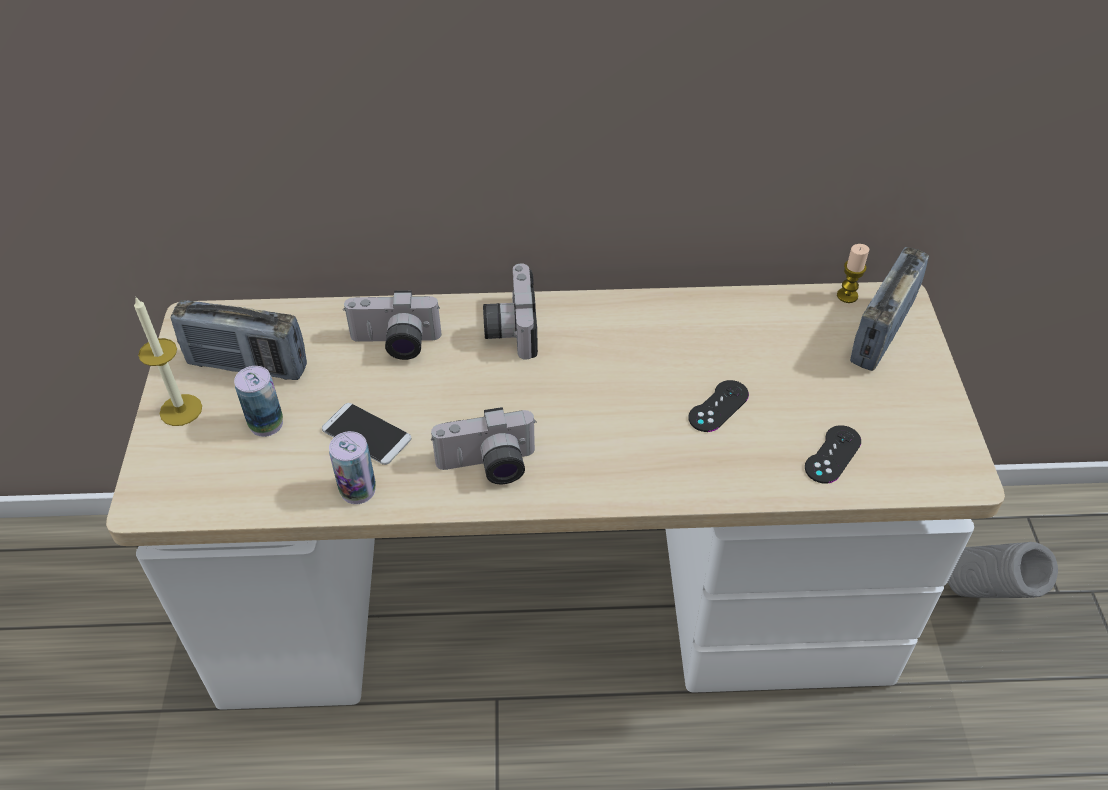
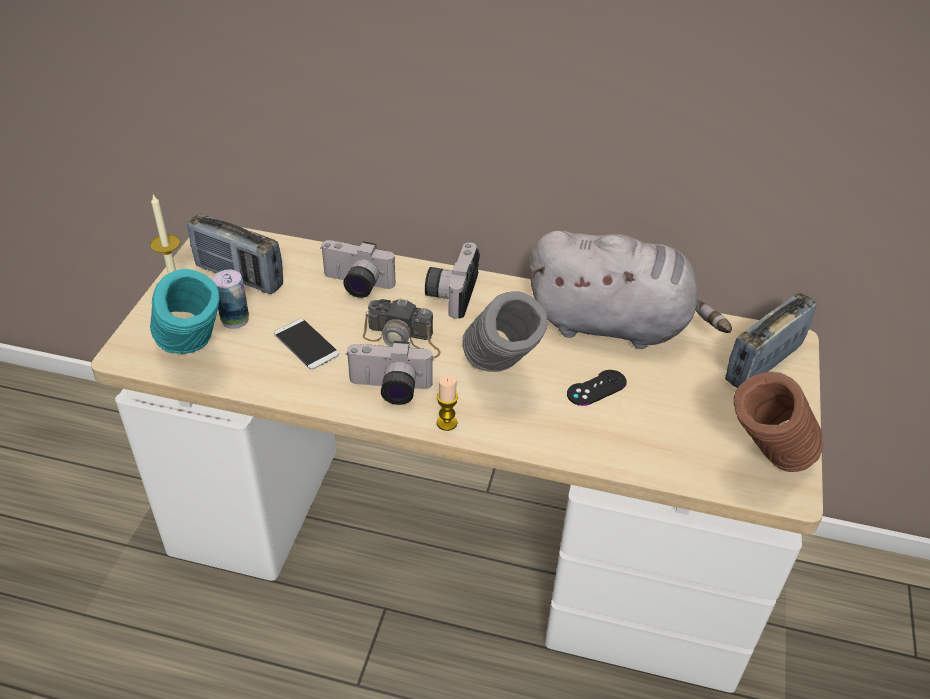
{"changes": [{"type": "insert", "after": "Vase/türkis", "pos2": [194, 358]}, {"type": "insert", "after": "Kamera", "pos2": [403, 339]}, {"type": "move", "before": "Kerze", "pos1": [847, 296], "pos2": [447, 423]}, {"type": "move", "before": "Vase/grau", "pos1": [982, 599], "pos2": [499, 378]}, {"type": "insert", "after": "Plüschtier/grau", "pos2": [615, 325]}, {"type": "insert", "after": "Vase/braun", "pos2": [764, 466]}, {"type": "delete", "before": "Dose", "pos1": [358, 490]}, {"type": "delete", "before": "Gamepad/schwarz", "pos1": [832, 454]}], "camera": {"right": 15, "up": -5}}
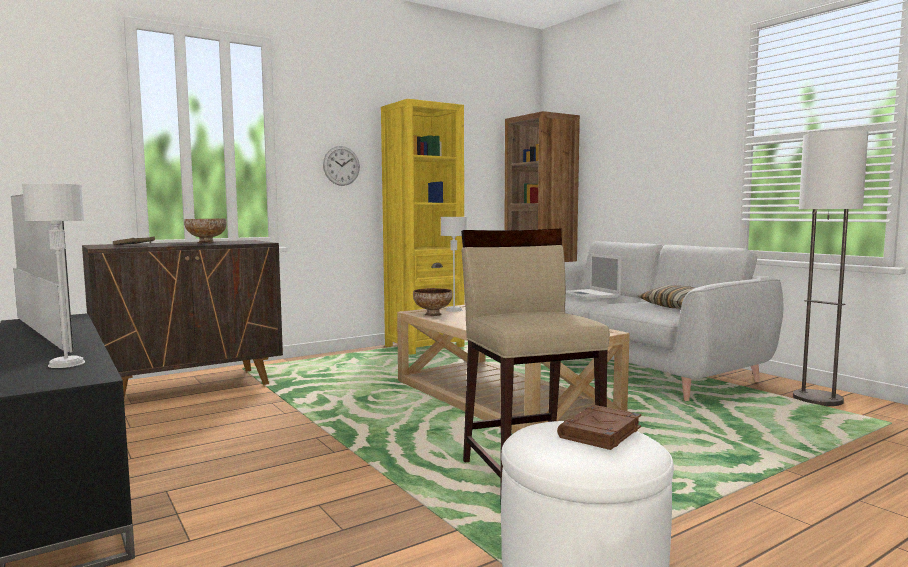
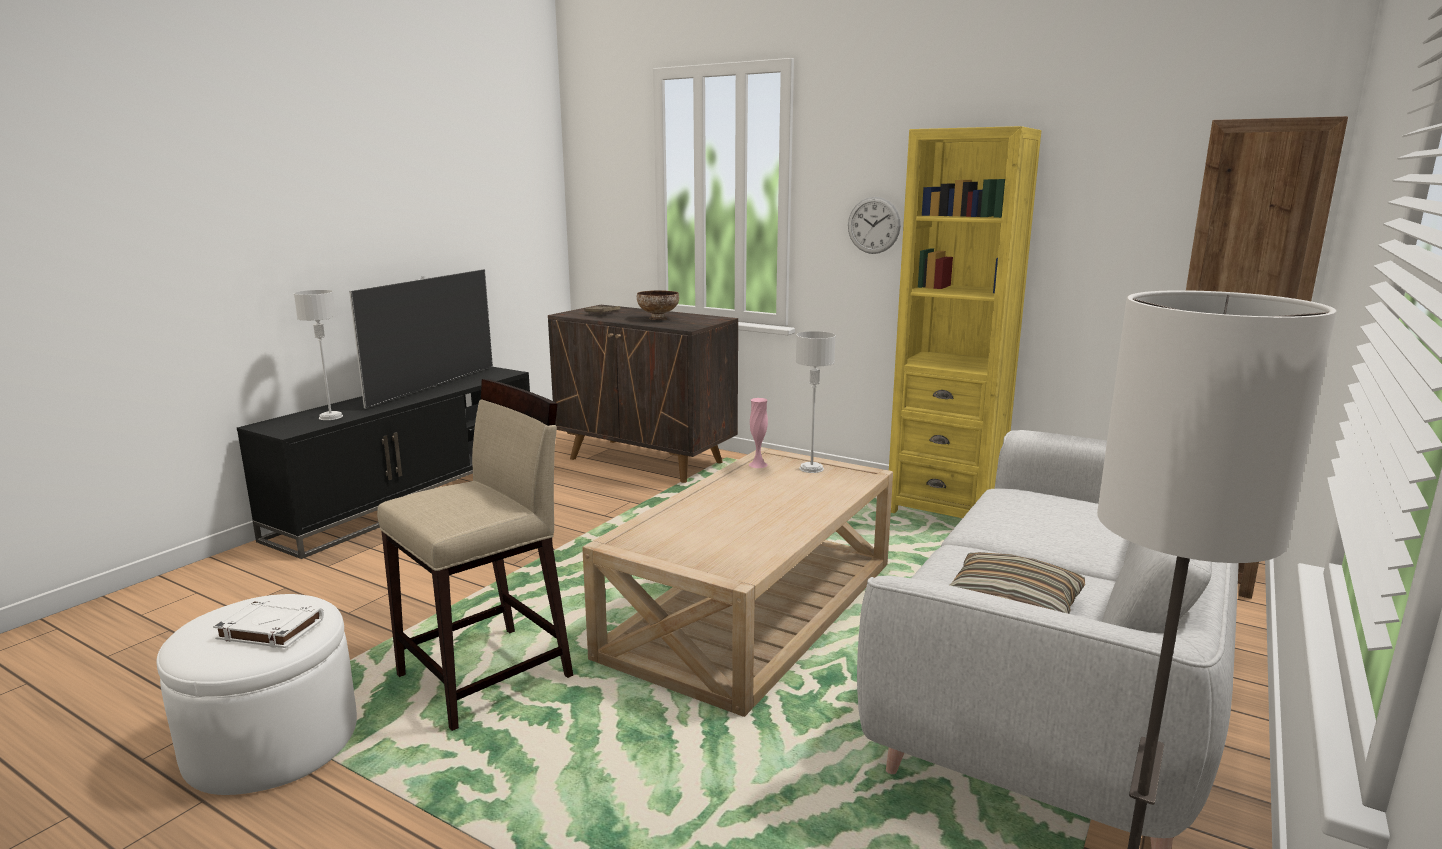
{"changes": [{"type": "recolor", "before": "Buch/braun", "after": "Buch/weiß", "pos1": [600, 433], "pos2": [269, 629]}, {"type": "replace", "before": "Schüssel", "after": "Vase/rosa", "pos1": [432, 314], "pos2": [758, 465]}, {"type": "delete", "before": "Laptop", "pos1": [590, 295]}], "camera": {"right": 65, "up": 10}}
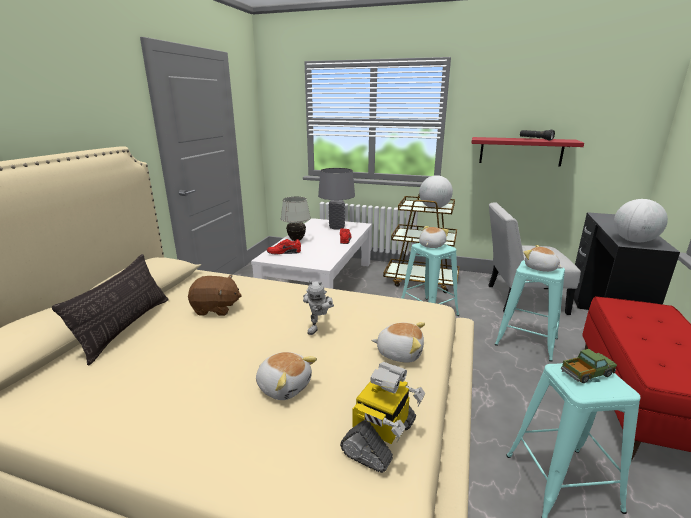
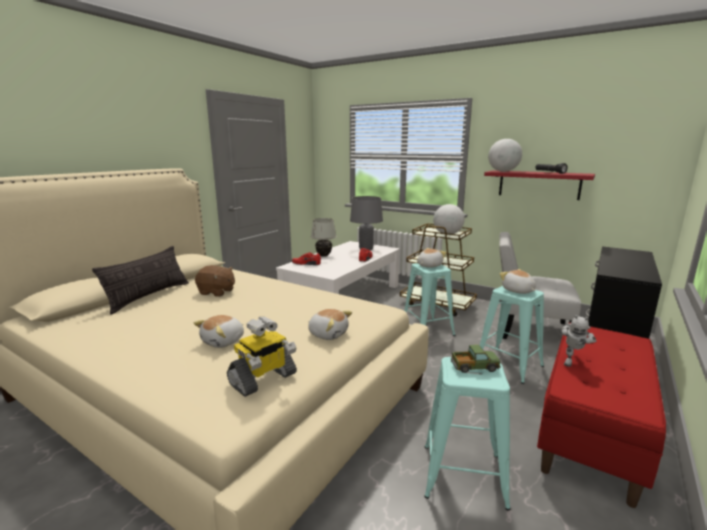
{"changes": [{"type": "rotate", "before": "Plüschtier", "pos1": [284, 386], "pos2": [224, 341], "turn": 75}, {"type": "move", "before": "Globus", "pos1": [634, 241], "pos2": [503, 171]}, {"type": "move", "before": "Spielzeugroboter", "pos1": [319, 327], "pos2": [572, 361]}], "camera": {"right": 15, "up": -5}}
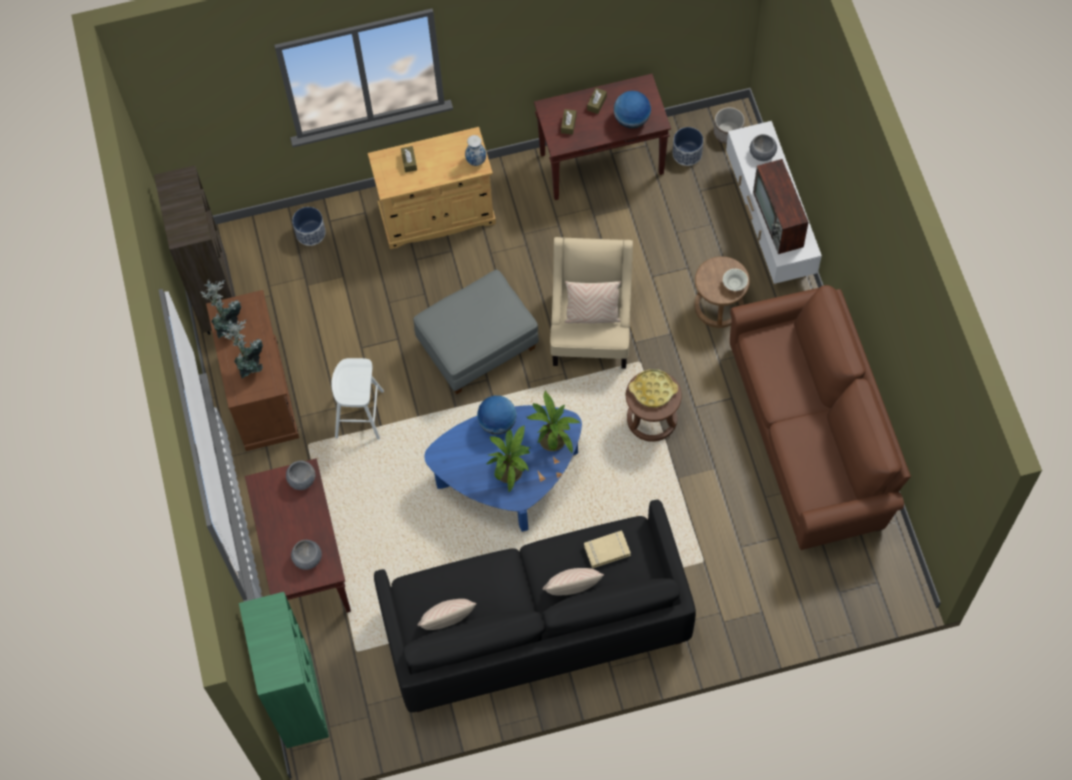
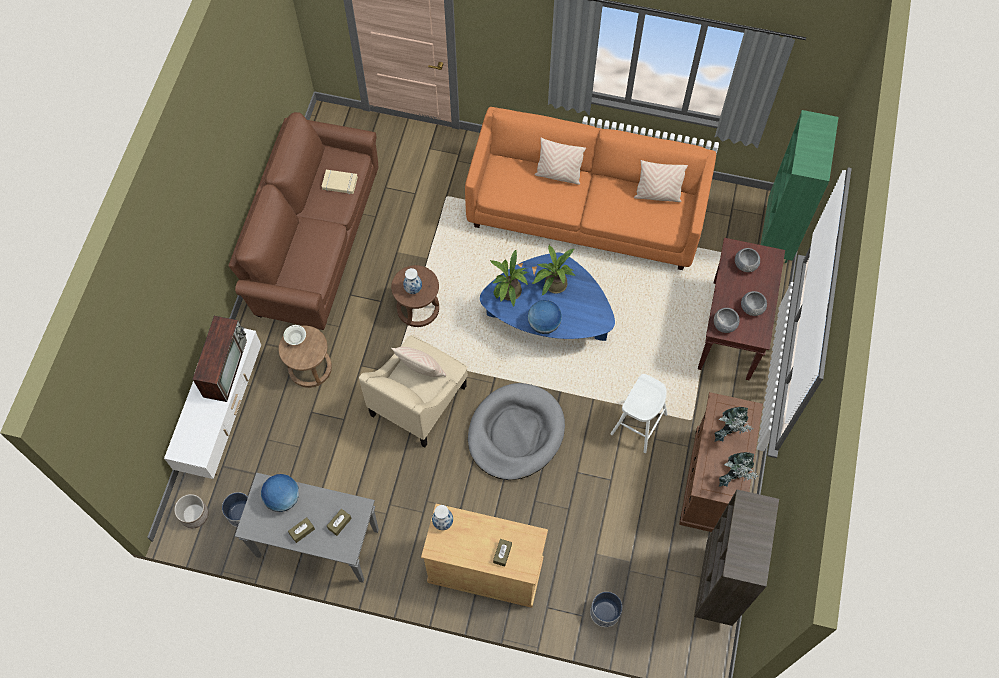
{"changes": [{"type": "recolor", "before": "Konsolentisch/braun", "after": "Konsolentisch/grau", "pos1": [602, 163], "pos2": [316, 543]}, {"type": "move", "before": "Buch/beige", "pos1": [607, 550], "pos2": [340, 183]}, {"type": "replace", "before": "Tablett/gelb", "after": "Vase", "pos1": [653, 390], "pos2": [413, 288]}, {"type": "recolor", "before": "Sofa/schwarz", "after": "Sofa/orange", "pos1": [535, 625], "pos2": [586, 211]}, {"type": "replace", "before": "Polsterhocker/grau", "after": "Hundebett/grau", "pos1": [477, 345], "pos2": [515, 433]}, {"type": "move", "before": "Schüssel/grau", "pos1": [762, 153], "pos2": [751, 308]}], "camera": {"right": -155, "up": 0}}
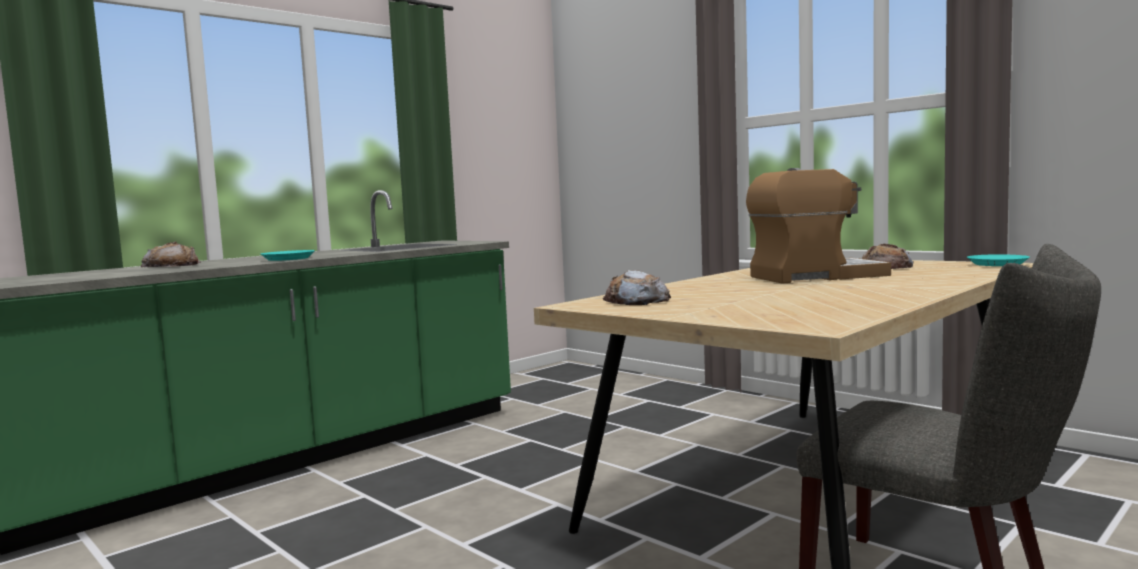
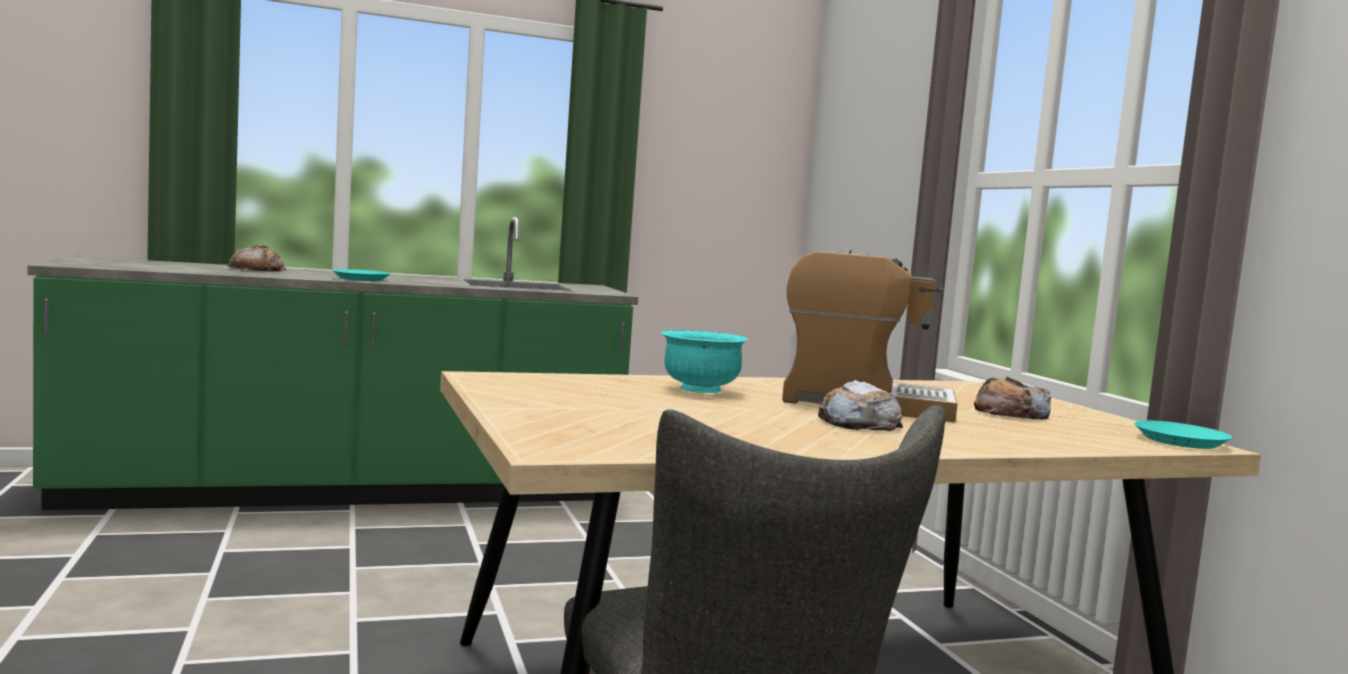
{"changes": [{"type": "insert", "after": "Schüssel/türkis", "pos2": [700, 389]}, {"type": "move", "before": "Brot", "pos1": [636, 301], "pos2": [858, 422]}], "camera": {"right": 25, "up": 0}}
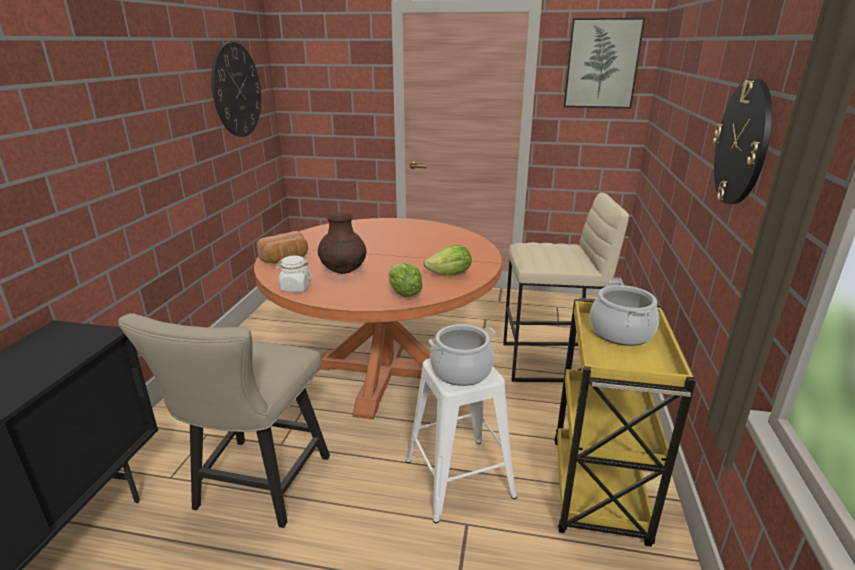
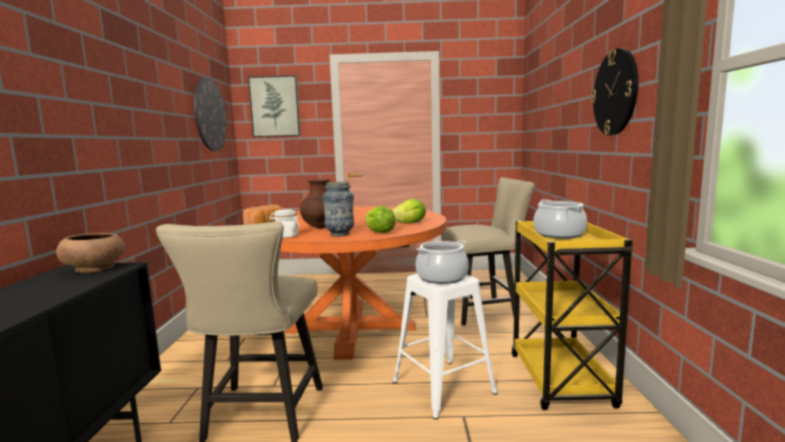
{"changes": [{"type": "insert", "after": "Schüssel/braun", "pos2": [95, 268]}, {"type": "move", "before": "Bild", "pos1": [602, 64], "pos2": [275, 106]}, {"type": "insert", "after": "Vase", "pos2": [340, 234]}, {"type": "replace", "before": "Hocker/beige", "after": "Stuhl/beige", "pos1": [549, 362], "pos2": [485, 309]}], "camera": {"right": -10, "up": -15}}
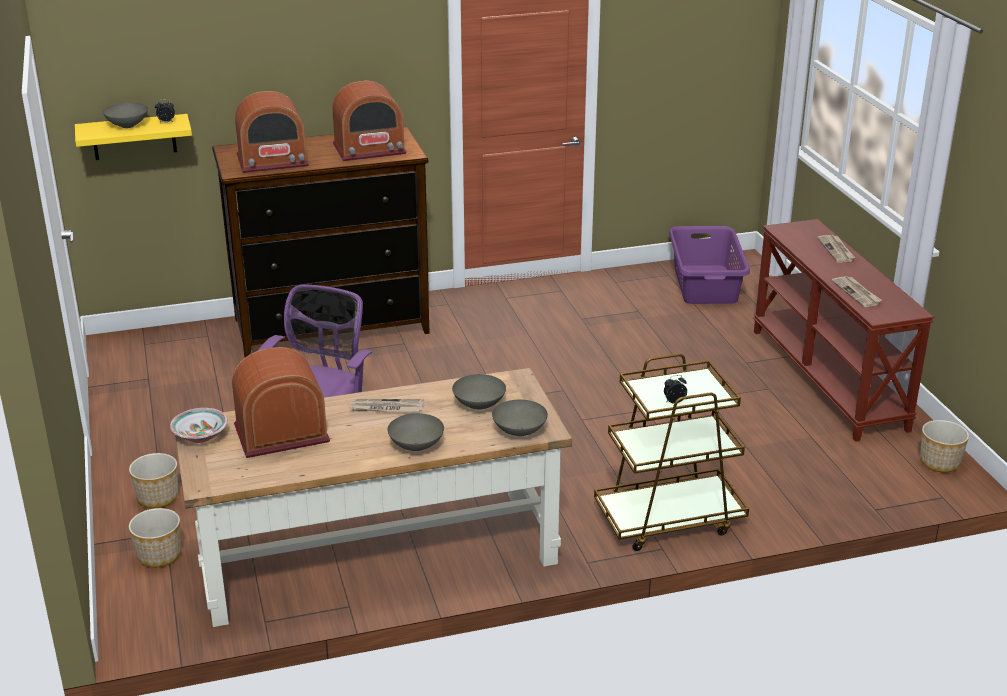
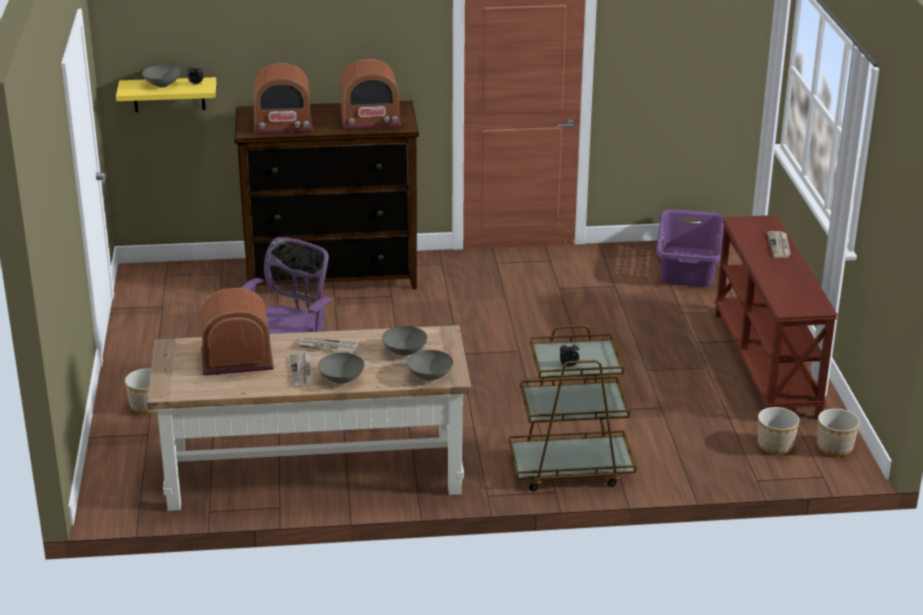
{"changes": [{"type": "move", "before": "Zeitung", "pos1": [857, 293], "pos2": [302, 371]}, {"type": "move", "before": "Pflanzkübel", "pos1": [158, 556], "pos2": [774, 446]}, {"type": "delete", "before": "Schüssel", "pos1": [199, 436]}], "camera": {"right": 10, "up": 0}}
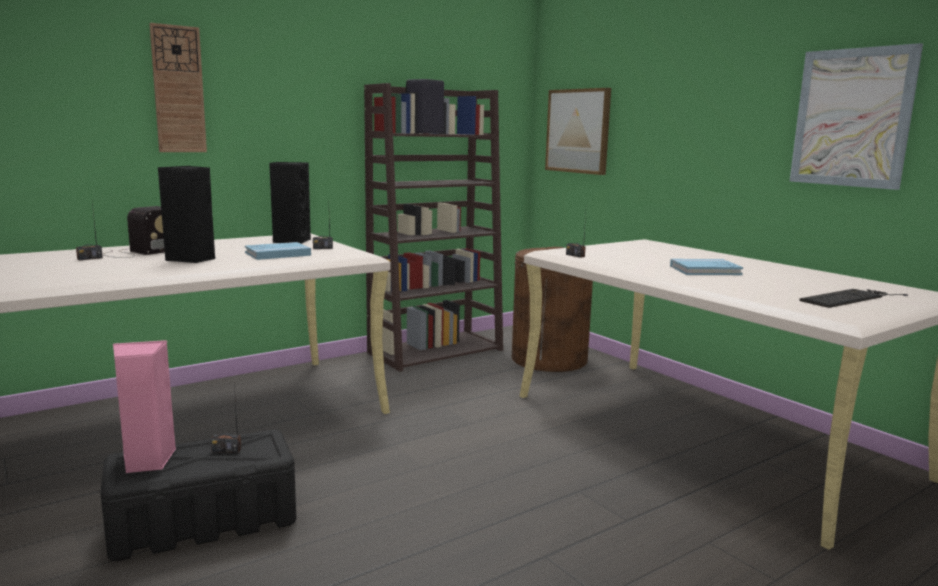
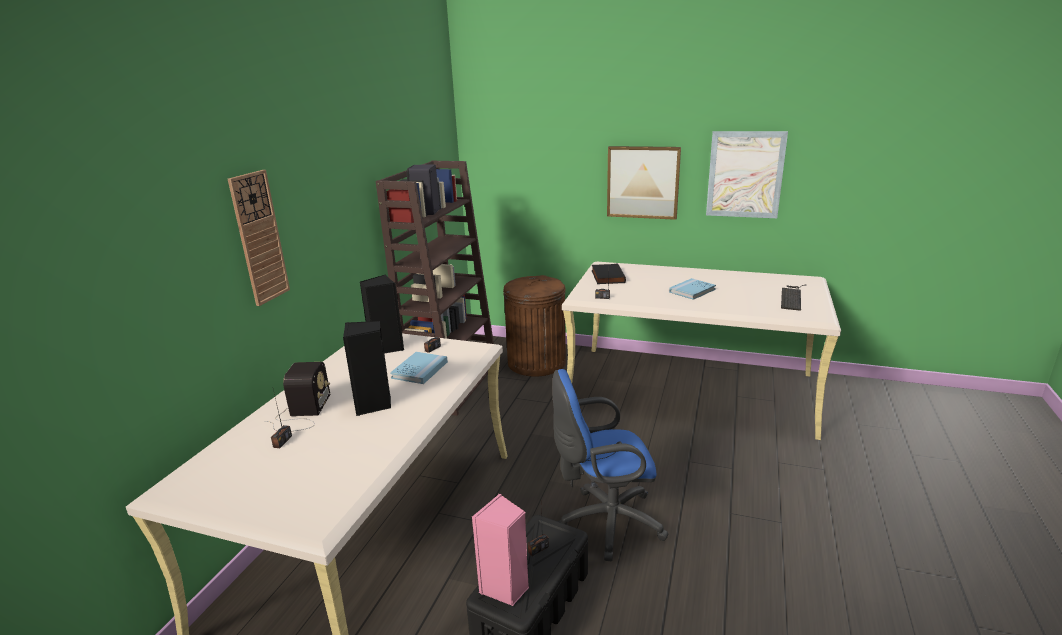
{"changes": [{"type": "insert", "after": "Bürostuhl/blau", "pos2": [605, 523]}, {"type": "insert", "after": "Buch/schwarz", "pos2": [606, 276]}, {"type": "move", "before": "Bild", "pos1": [578, 131], "pos2": [643, 182]}], "camera": {"right": -35, "up": 10}}
